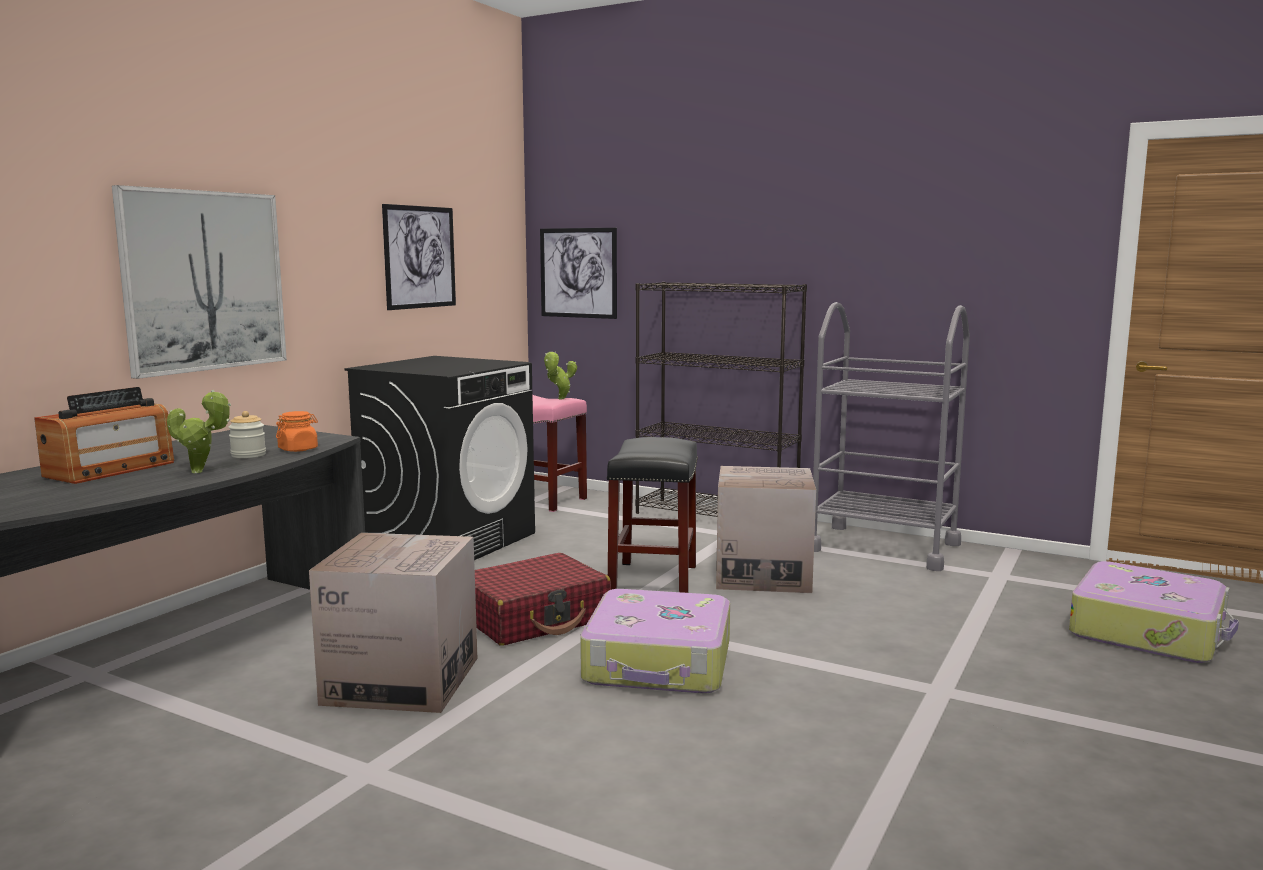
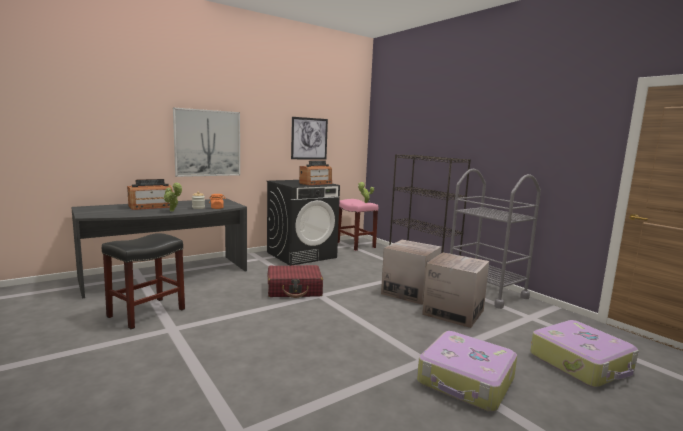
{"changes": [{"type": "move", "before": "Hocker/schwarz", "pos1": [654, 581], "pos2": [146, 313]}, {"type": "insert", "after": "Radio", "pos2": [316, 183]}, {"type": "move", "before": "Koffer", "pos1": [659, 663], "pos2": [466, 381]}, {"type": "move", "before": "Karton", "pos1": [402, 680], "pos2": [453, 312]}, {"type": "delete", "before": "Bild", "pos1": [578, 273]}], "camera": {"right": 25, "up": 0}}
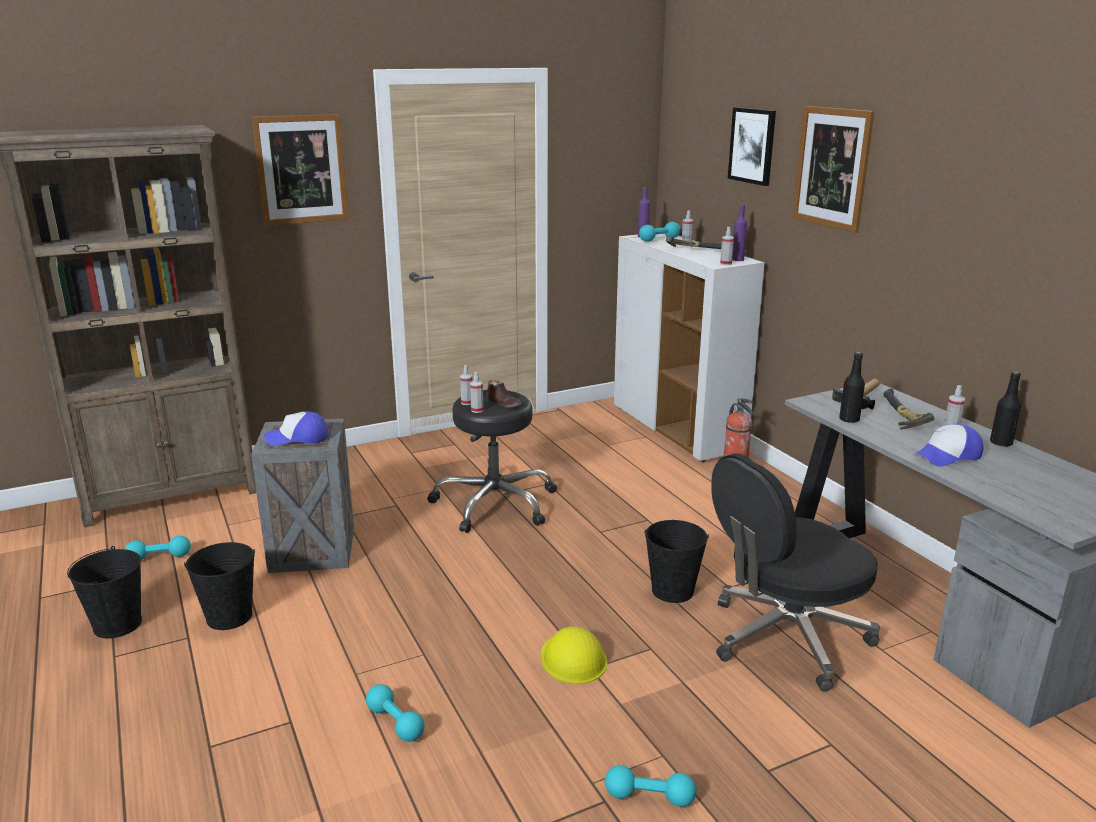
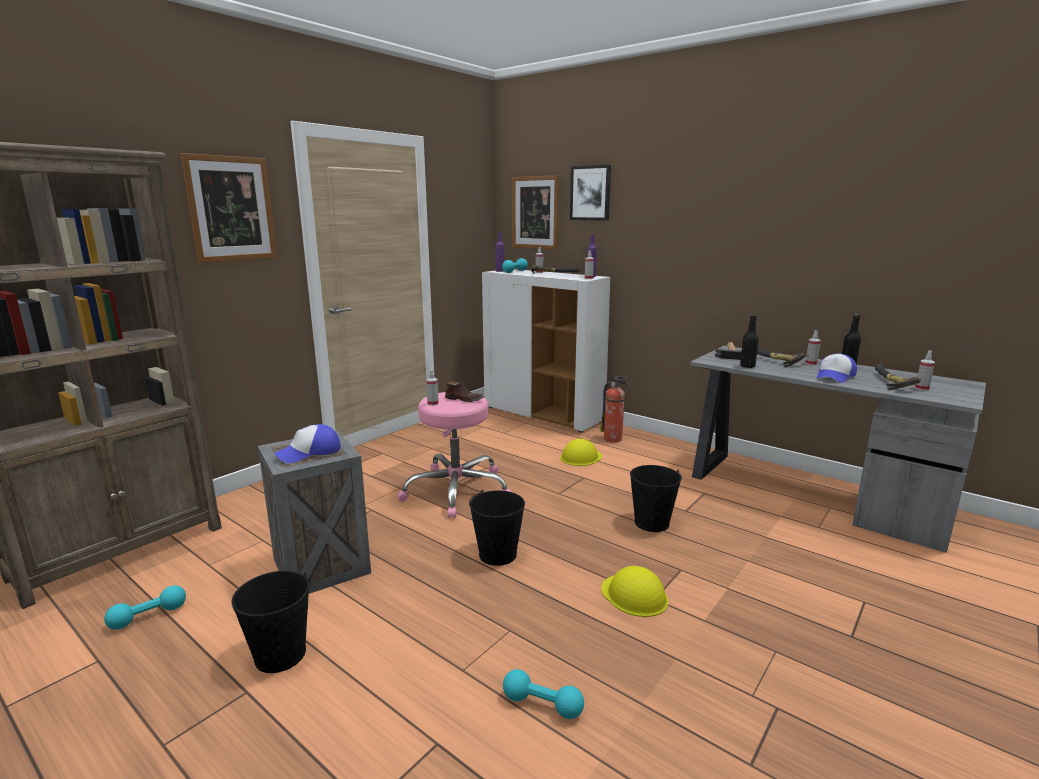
{"changes": [{"type": "recolor", "before": "Hocker/schwarz", "after": "Hocker/rosa", "pos1": [495, 503], "pos2": [457, 490]}, {"type": "move", "before": "Eimer/schwarz", "pos1": [118, 624], "pos2": [498, 554]}, {"type": "move", "before": "Bild", "pos1": [832, 167], "pos2": [535, 212]}, {"type": "insert", "after": "Schutzhelm/gelb", "pos2": [581, 457]}, {"type": "insert", "after": "Hammer", "pos2": [889, 383]}, {"type": "move", "before": "Sprühflasche", "pos1": [477, 410], "pos2": [922, 388]}, {"type": "delete", "before": "Hantel/türkis", "pos1": [649, 797]}, {"type": "delete", "before": "Bürostuhl/schwarz", "pos1": [785, 638]}], "camera": {"right": -25, "up": -5}}
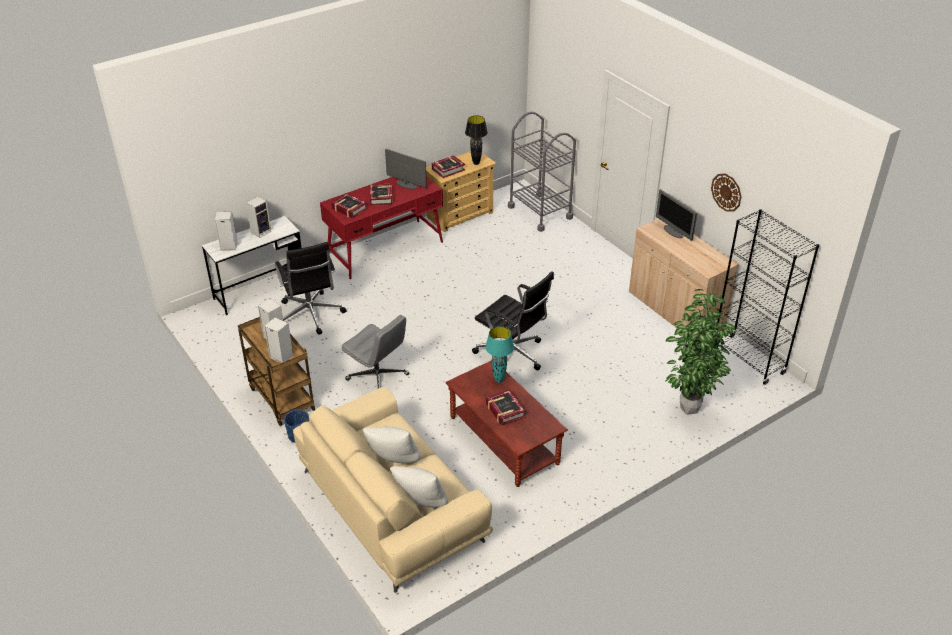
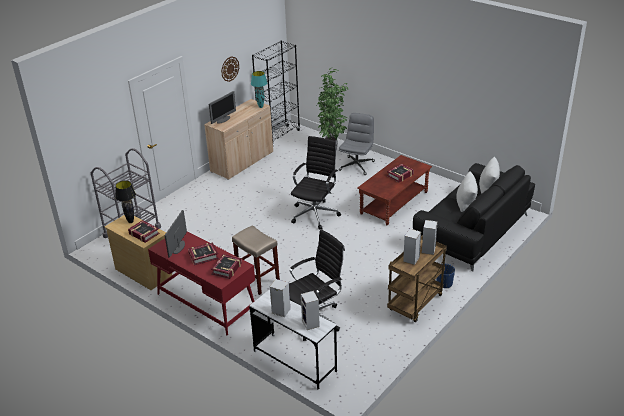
{"changes": [{"type": "insert", "after": "Hocker/beige", "pos2": [258, 280]}, {"type": "move", "before": "Tischlampe/türkis", "pos1": [498, 380], "pos2": [260, 107]}, {"type": "move", "before": "Bürostuhl/grau", "pos1": [378, 377], "pos2": [356, 166]}, {"type": "recolor", "before": "Sofa/beige", "after": "Sofa/schwarz", "pos1": [392, 505], "pos2": [471, 231]}], "camera": {"right": -105, "up": -5}}
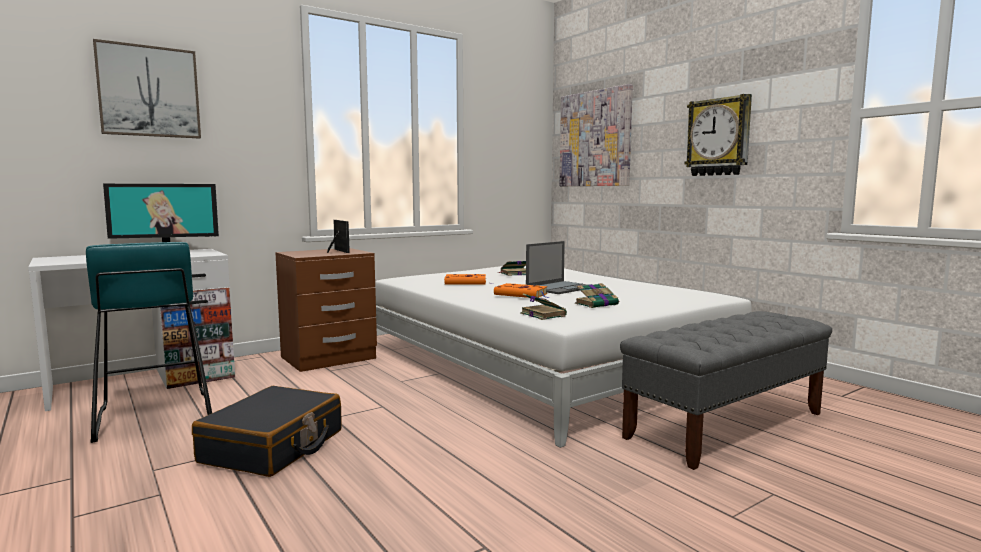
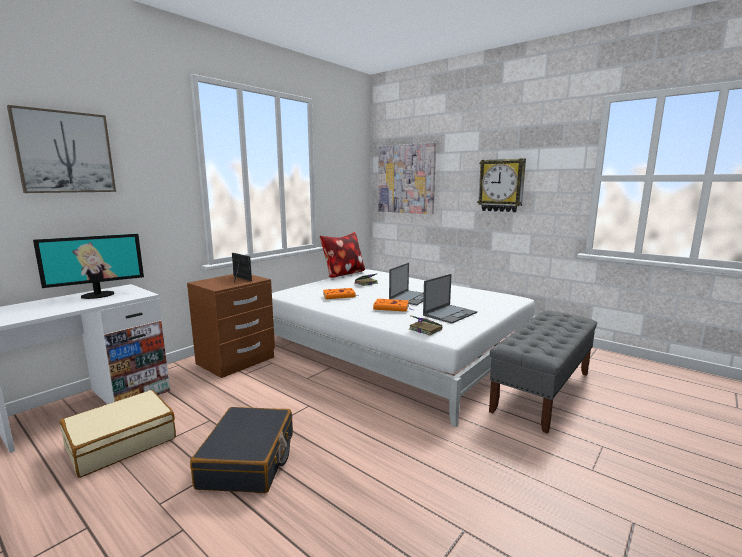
{"changes": [{"type": "replace", "before": "Hocker/türkis", "after": "Koffer/beige", "pos1": [153, 415], "pos2": [121, 442]}, {"type": "insert", "after": "Kissen", "pos2": [343, 274]}, {"type": "replace", "before": "Buch", "after": "Laptop", "pos1": [597, 304], "pos2": [450, 314]}], "camera": {"right": -15, "up": 5}}
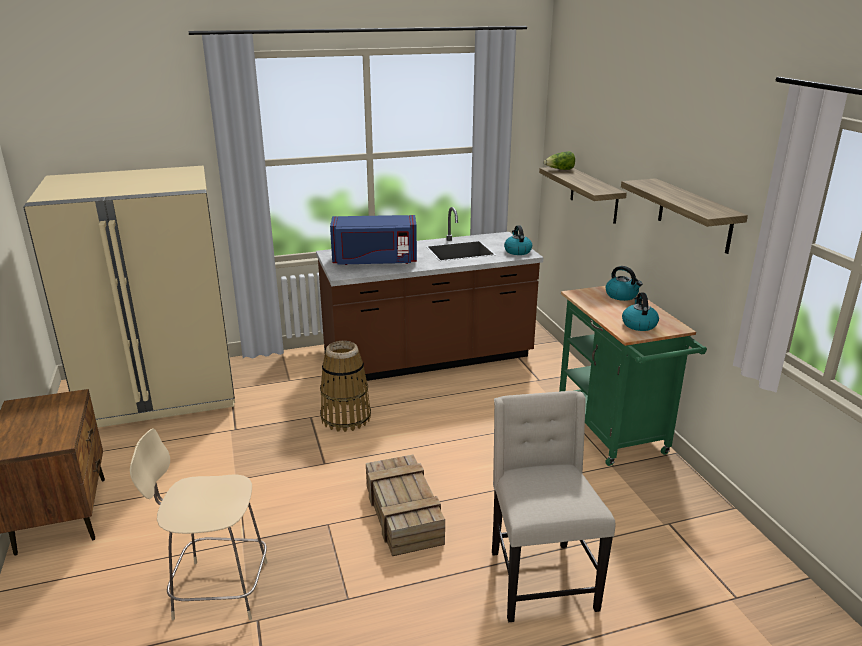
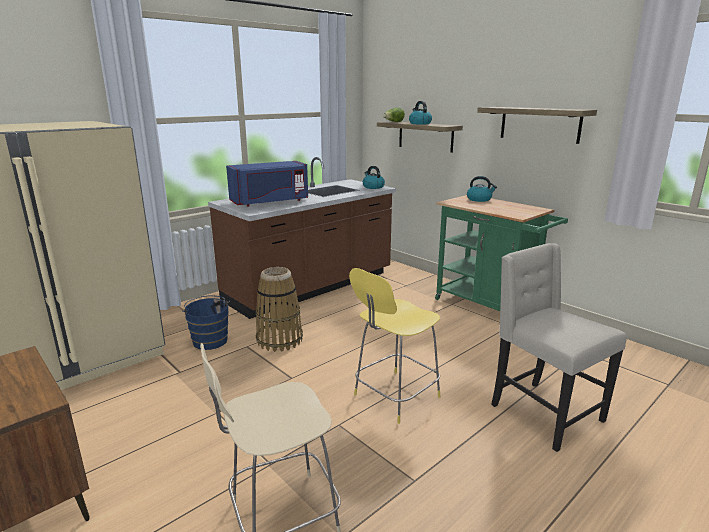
{"changes": [{"type": "insert", "after": "Eimer/blau", "pos2": [210, 340]}, {"type": "replace", "before": "Kiste", "after": "Hocker/gelb", "pos1": [402, 513], "pos2": [394, 397]}, {"type": "move", "before": "Wasserkessel", "pos1": [638, 324], "pos2": [419, 123]}], "camera": {"right": -25, "up": -5}}
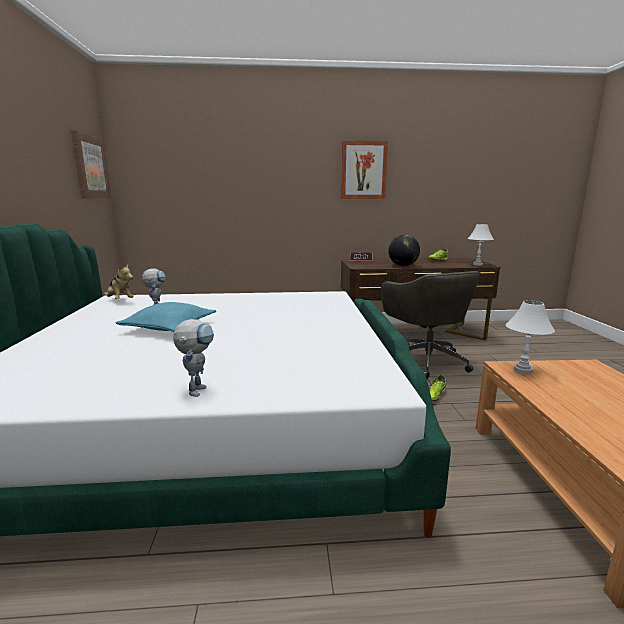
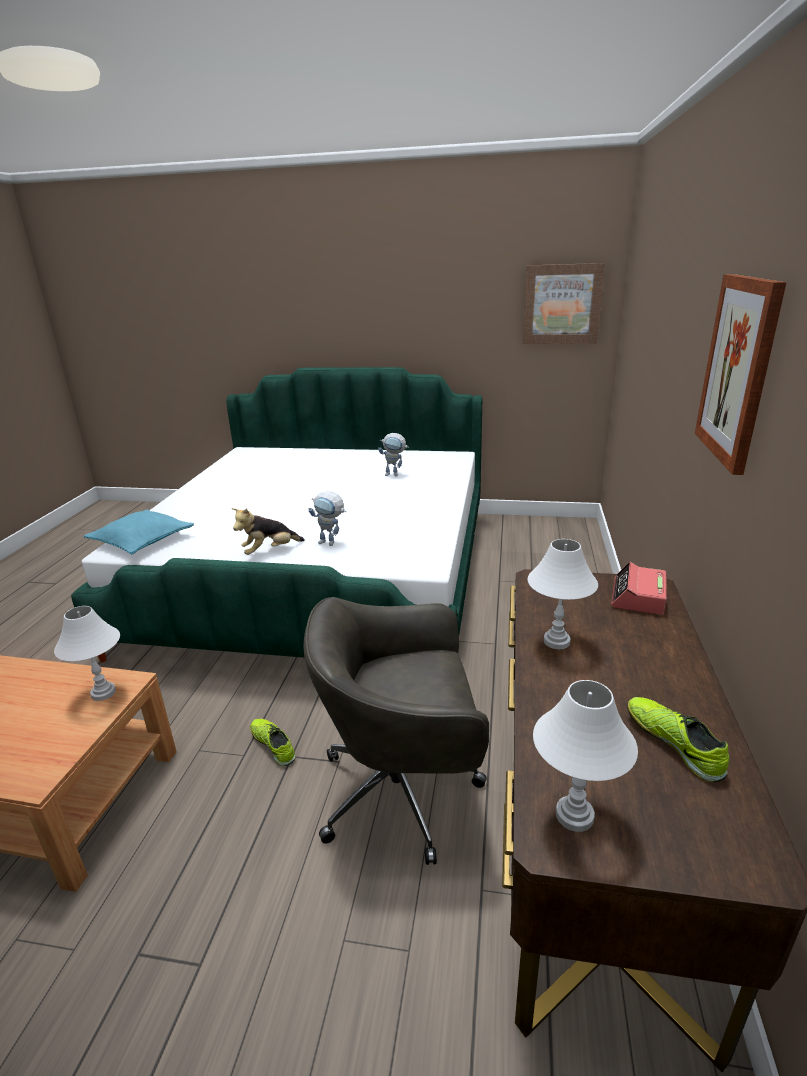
{"changes": [{"type": "move", "before": "Kissen/türkis", "pos1": [169, 327], "pos2": [142, 541]}, {"type": "move", "before": "Plüschtier", "pos1": [120, 300], "pos2": [270, 551]}, {"type": "move", "before": "Spielzeugroboter", "pos1": [198, 388], "pos2": [331, 543]}, {"type": "replace", "before": "Globus", "after": "Tischlampe/weiß", "pos1": [403, 265], "pos2": [556, 641]}], "camera": {"right": 105, "up": 10}}
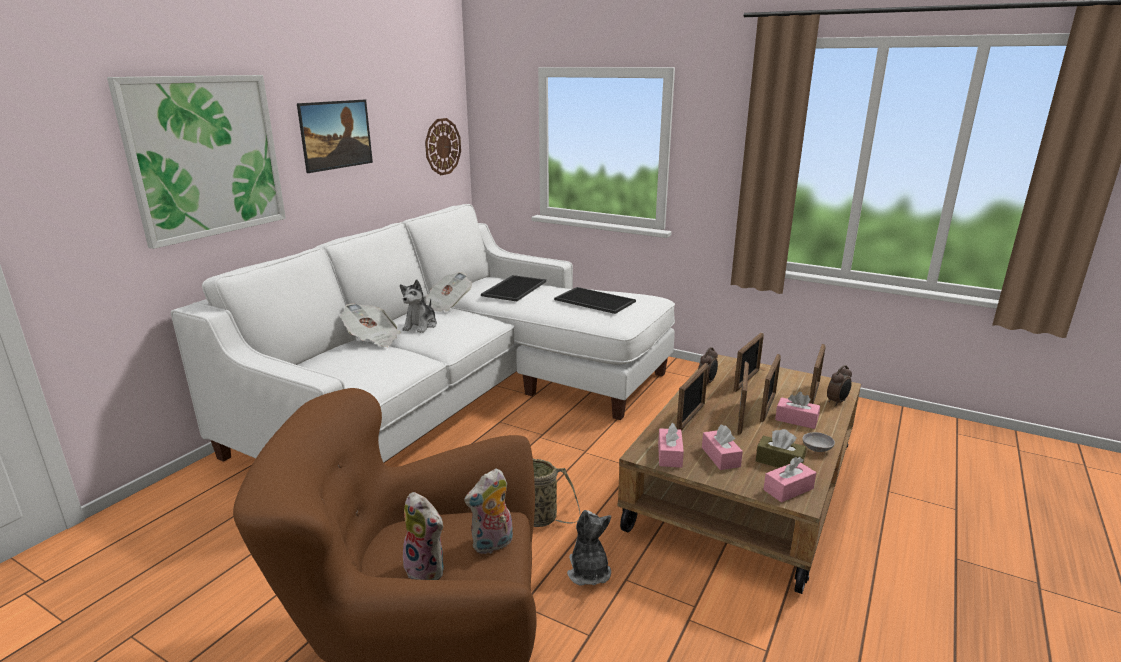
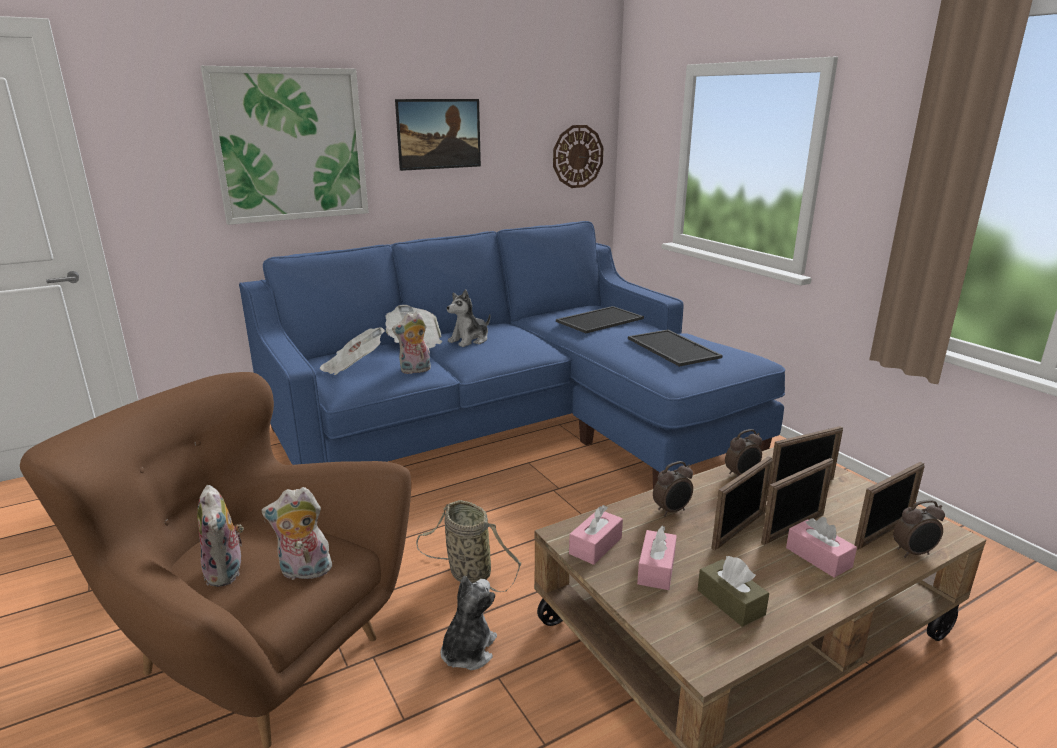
{"changes": [{"type": "recolor", "before": "Sofa/weiß", "after": "Sofa/blau", "pos1": [460, 395], "pos2": [515, 425]}, {"type": "move", "before": "Zeitung", "pos1": [446, 305], "pos2": [353, 367]}, {"type": "insert", "after": "Plüschtier", "pos2": [415, 371]}, {"type": "replace", "before": "Bilderrahmen", "after": "Wecker", "pos1": [691, 418], "pos2": [672, 511]}, {"type": "delete", "before": "Taschentuchbox/rosa", "pos1": [788, 489]}, {"type": "delete", "before": "Schüssel/grau", "pos1": [817, 449]}], "camera": {"right": 30, "up": 0}}
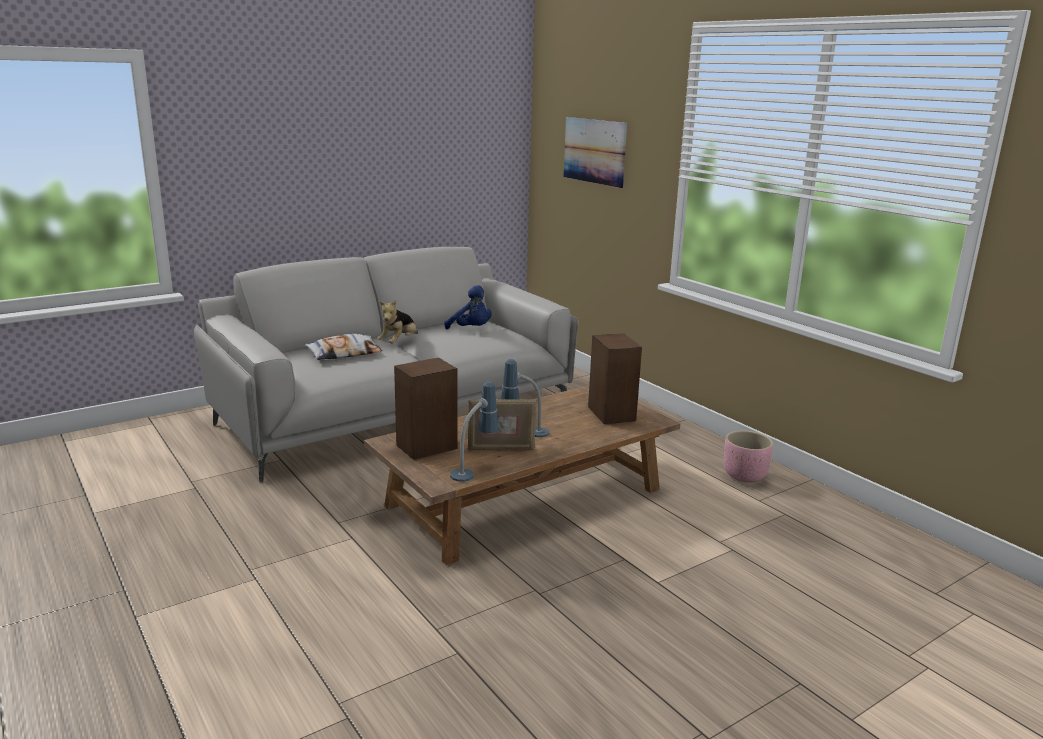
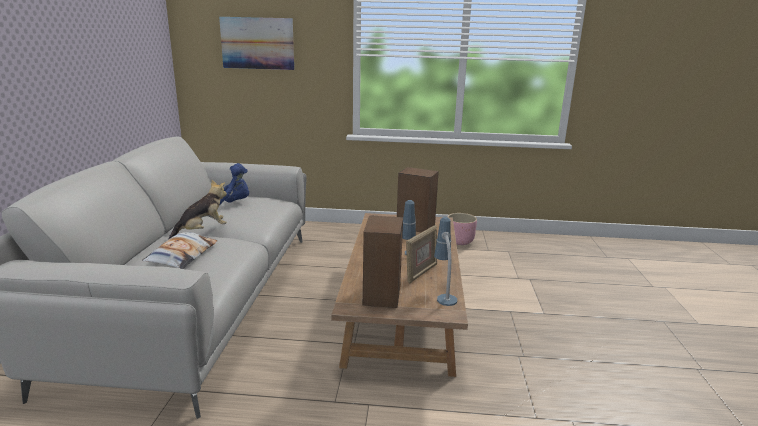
{"changes": [{"type": "rotate", "before": "Plüschtier", "pos1": [399, 342], "pos2": [203, 231], "turn": -105}], "camera": {"right": -50, "up": 0}}
